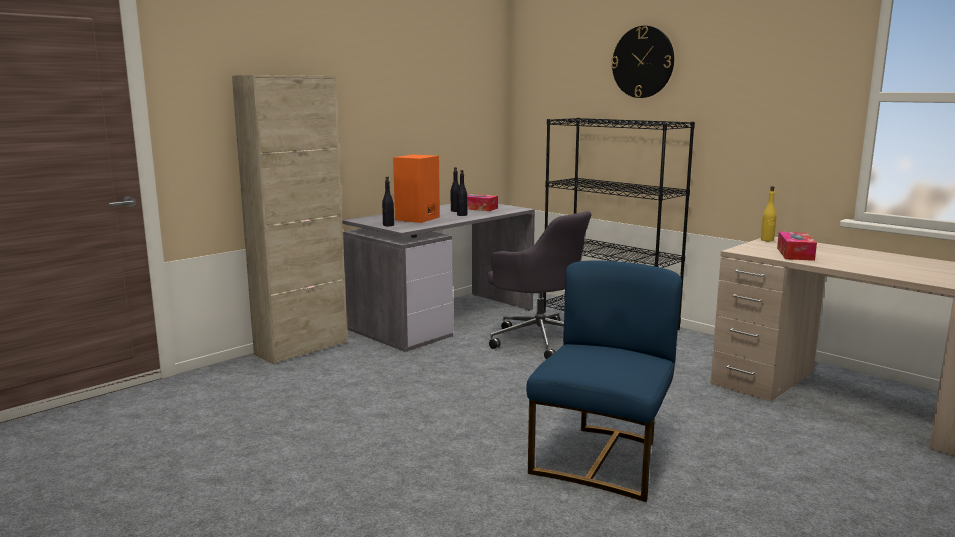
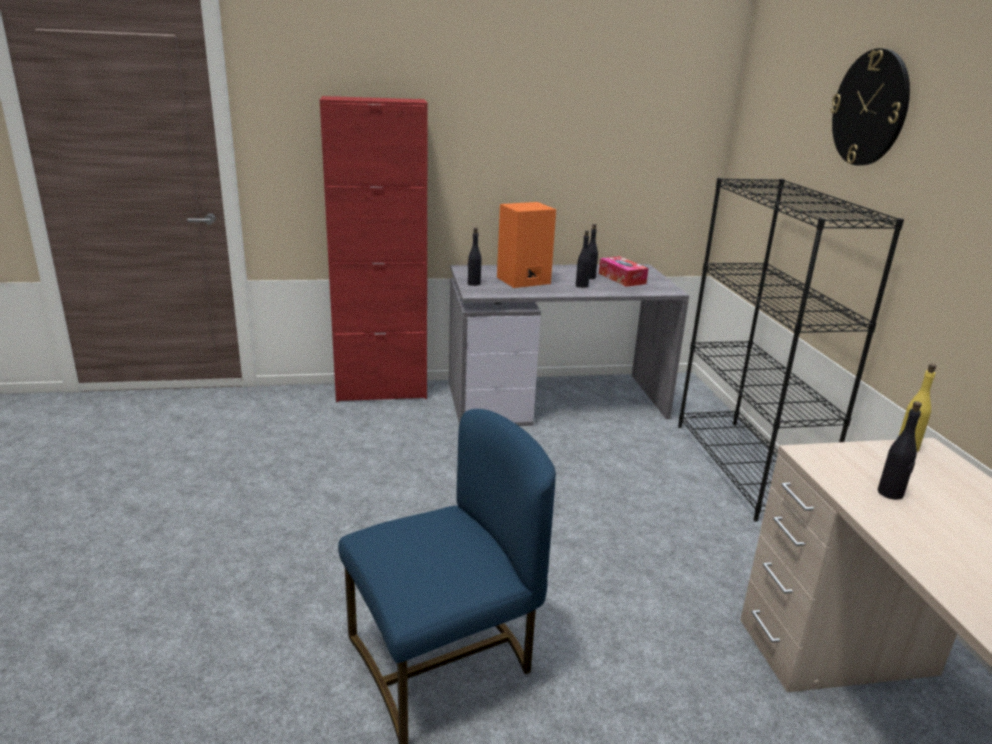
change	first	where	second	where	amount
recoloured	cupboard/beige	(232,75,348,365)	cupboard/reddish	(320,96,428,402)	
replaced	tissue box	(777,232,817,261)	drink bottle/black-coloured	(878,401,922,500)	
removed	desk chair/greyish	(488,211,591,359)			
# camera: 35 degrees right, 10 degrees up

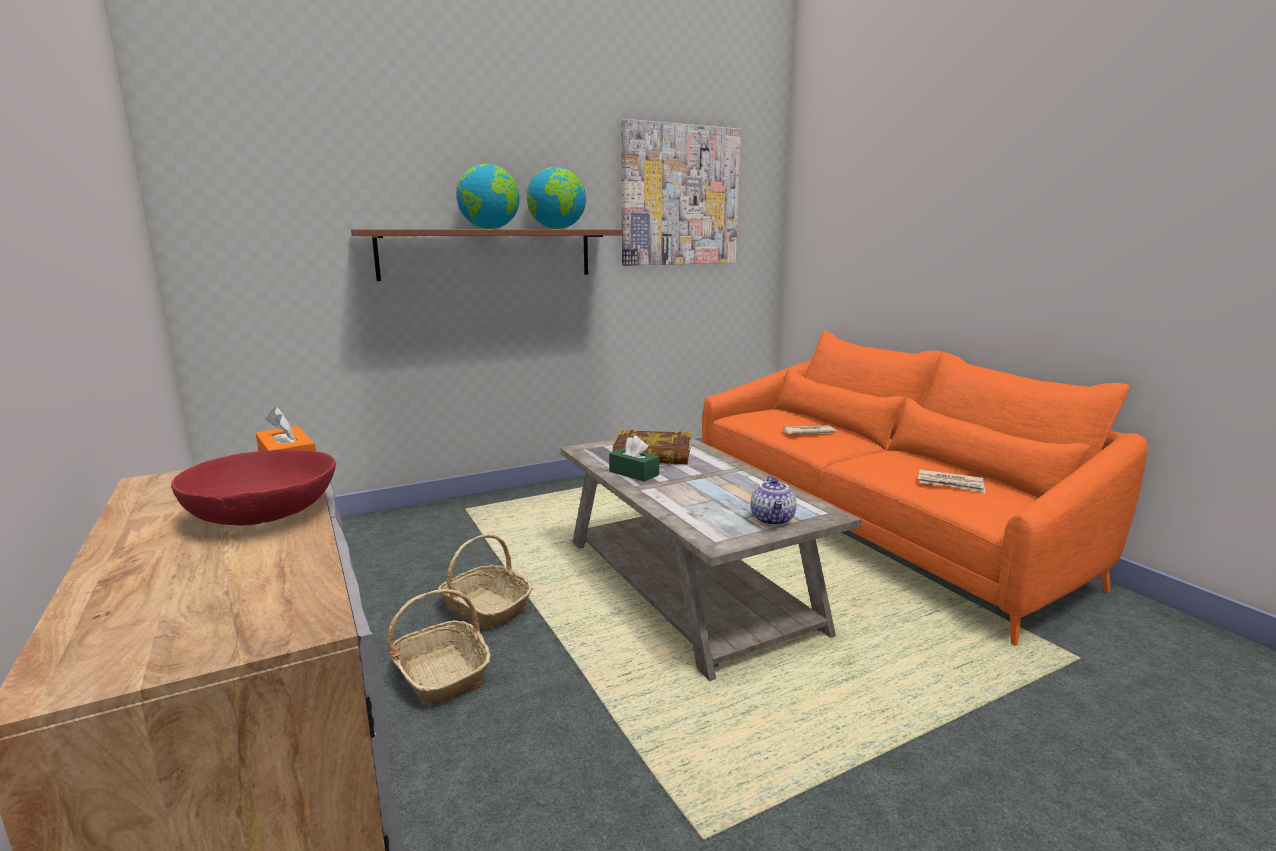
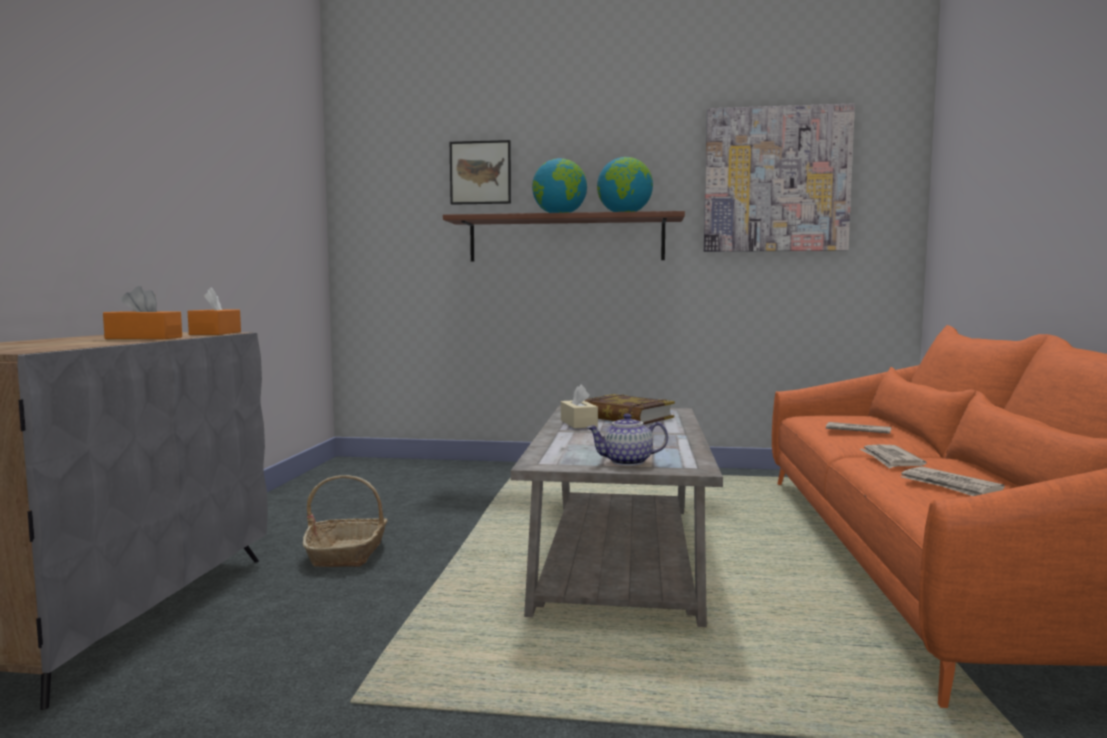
change	first	where	second	where	amount
replaced	serving bowl/reddish	(171,449,336,525)	tissue box/orange	(103,286,182,339)	
added			wall art	(450,140,511,205)	
recoloured	tissue box/greenish	(609,436,659,482)	tissue box/beige	(561,384,598,428)	
turned	teapot	(750,476,797,526)		(587,414,668,466)	45 degrees clockwise
added			daily paper	(860,444,927,469)	
removed	household basket	(438,534,533,629)			
# camera: 35 degrees right, 10 degrees down

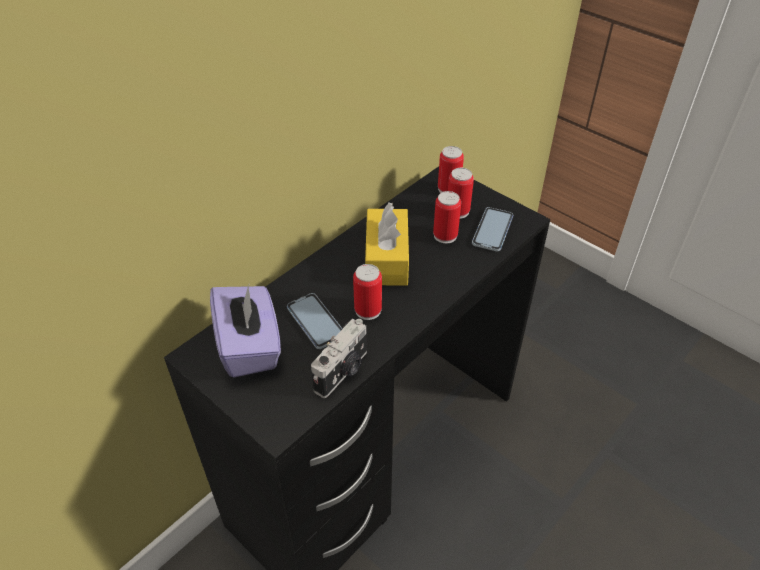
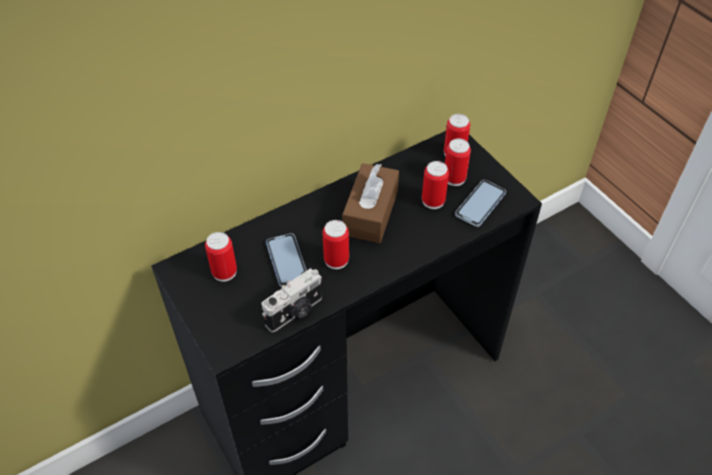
change	first	where	second	where	amount
replaced	tissue box/purple	(210,285,281,378)	sealed can	(205,232,237,282)	
recoloured	tissue box/yellowish	(365,203,409,286)	tissue box/brownish	(342,163,399,243)	
# camera: 15 degrees right, 5 degrees up

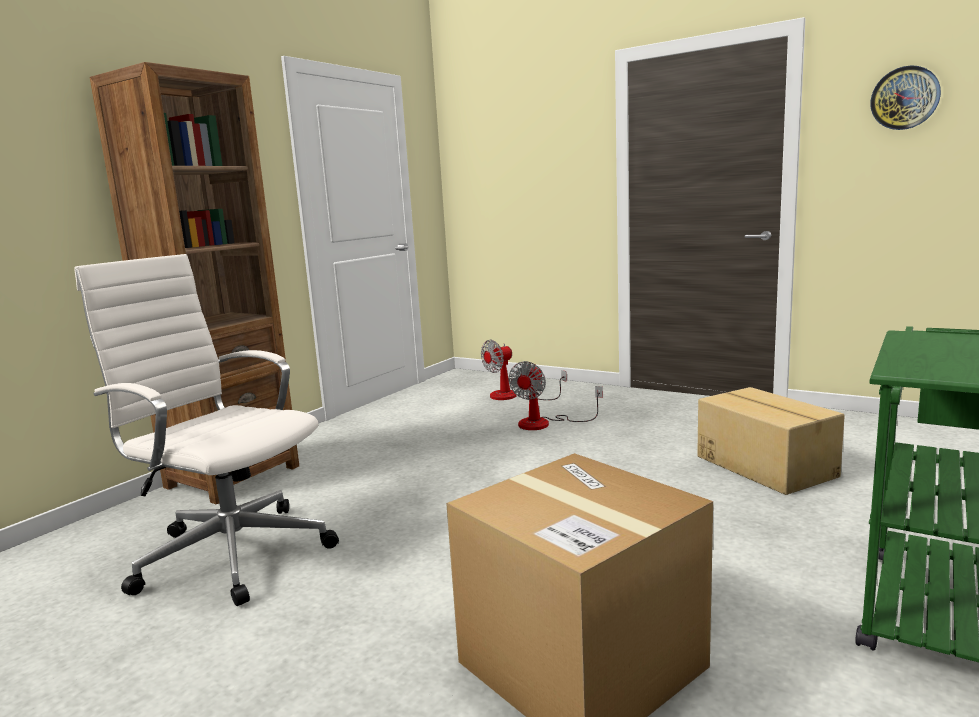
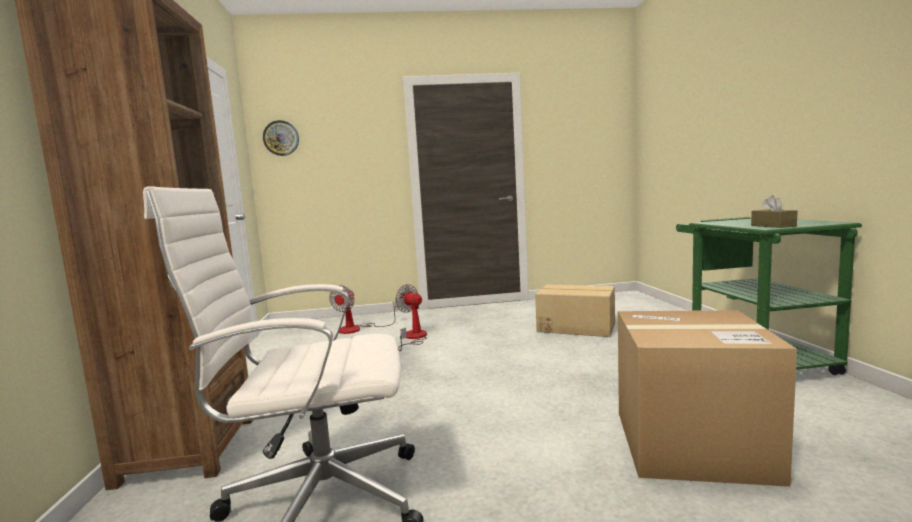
change	first	where	second	where	amount
moved	hanging clock	(870,66,941,130)		(263,120,299,156)	
turned	fan	(508,361,603,430)		(395,284,427,351)	150 degrees clockwise
added			tissue box/brownish	(751,195,798,228)	
# camera: 40 degrees left, 5 degrees down

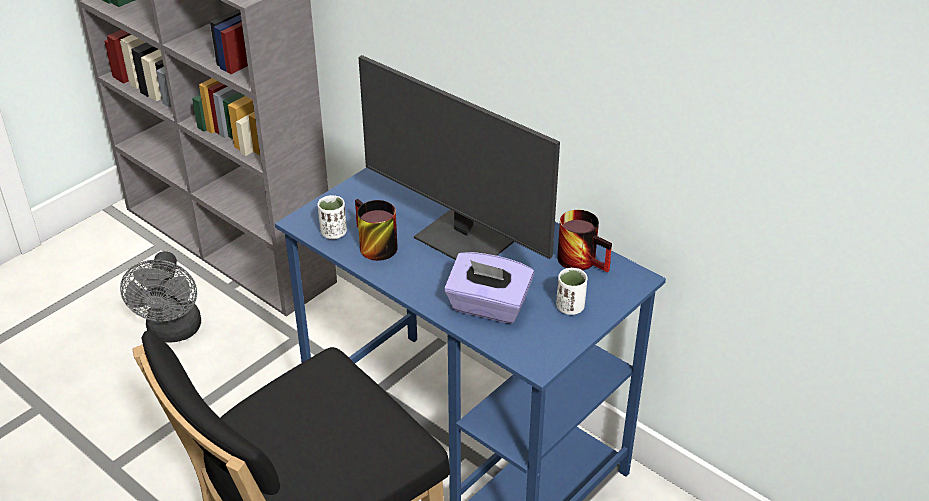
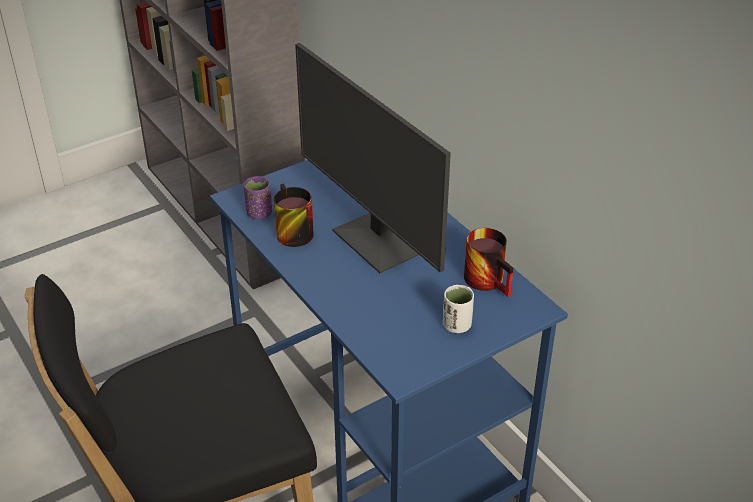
change	first	where	second	where	amount
recoloured	small cup/white	(317,195,347,239)	small cup/purple	(244,176,272,219)	
removed	fan/greyish	(120,251,201,343)			
removed	tissue box/purple	(444,252,534,324)			
# camera: 15 degrees right, 0 degrees up

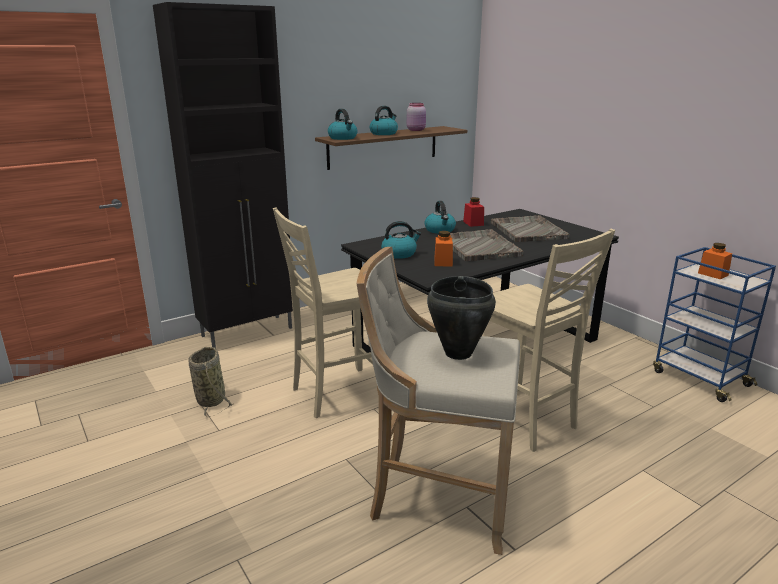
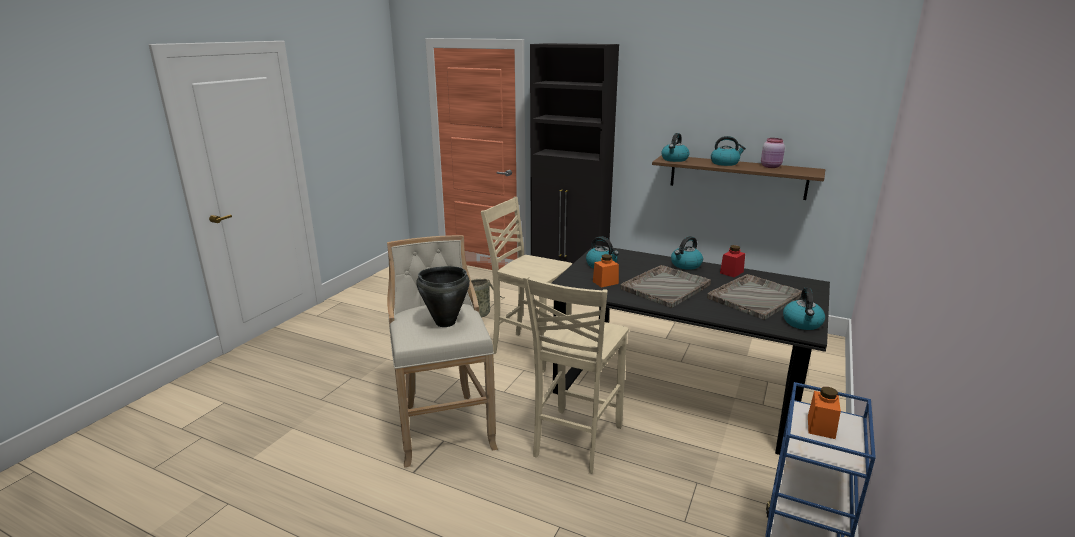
change	first	where	second	where	amount
added			tea kettle	(783,288,825,330)	
# camera: 60 degrees right, 0 degrees up

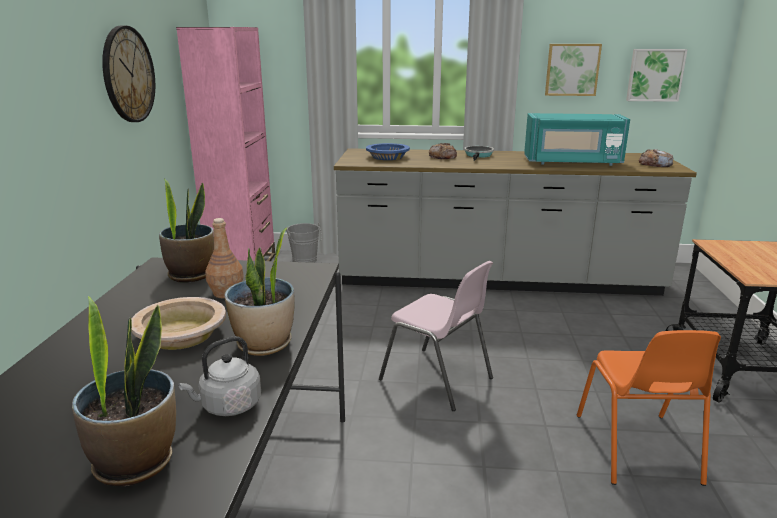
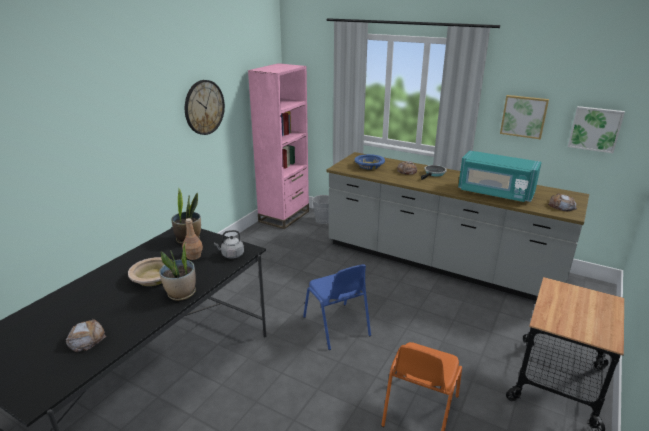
change	first	where	second	where	amount
replaced	plant in a pot	(72,296,176,487)	baked bread	(66,319,106,352)	
moved	tea kettle/greyish	(178,336,261,416)		(214,230,244,259)	
recoloured	plain chair/pink-coloured	(379,261,493,411)	plain chair/blue-coloured	(303,264,371,350)	
# camera: 25 degrees right, 5 degrees up

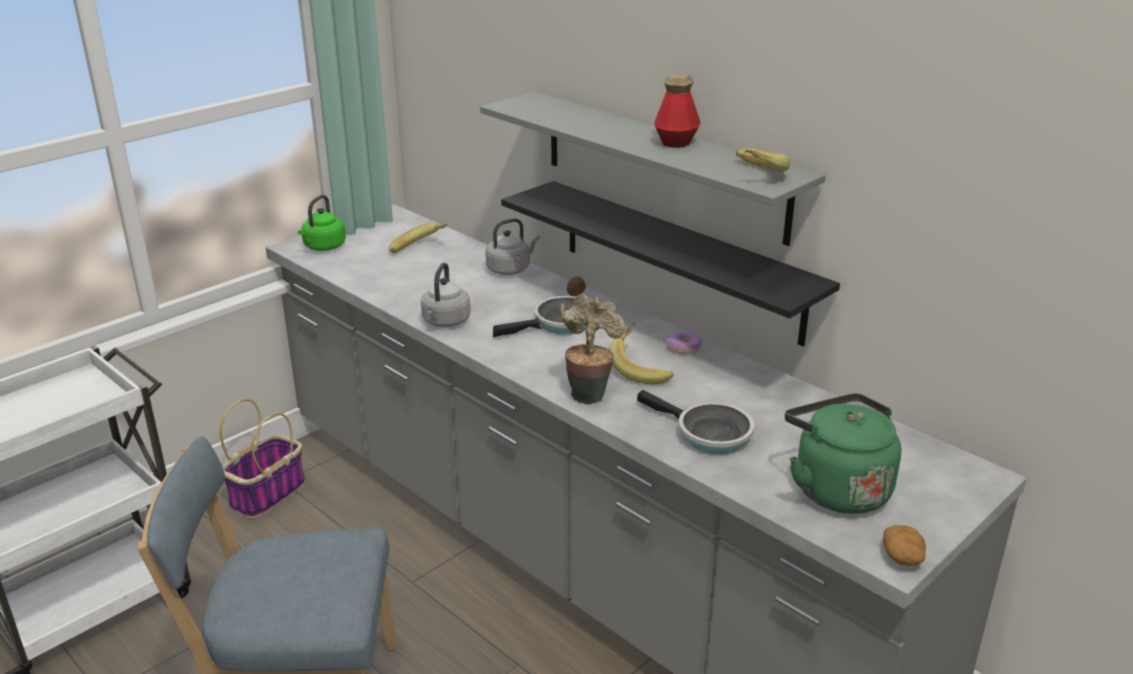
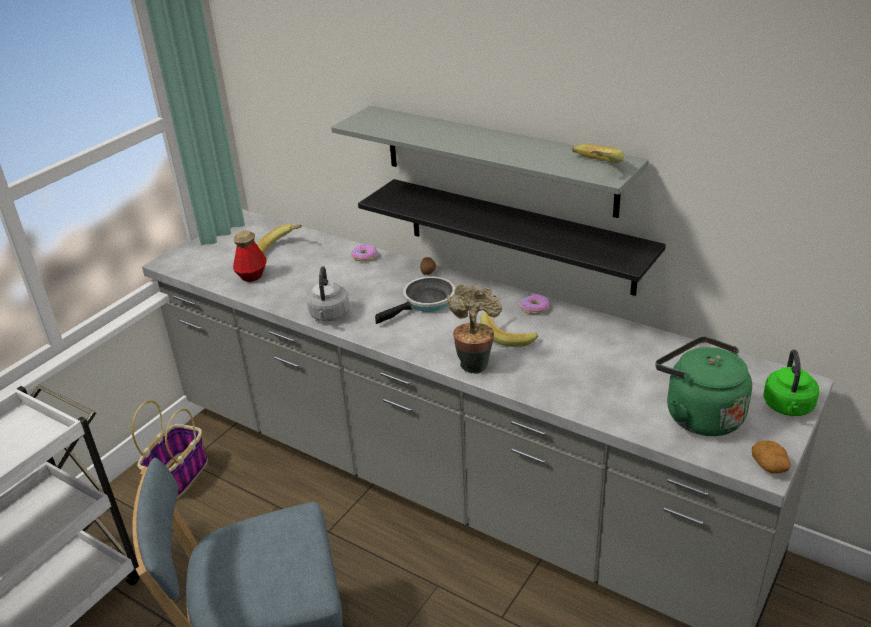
change	first	where	second	where	amount
moved	drink bottle	(654,73,701,148)		(233,230,267,282)	
replaced	tea kettle/greyish	(485,218,540,275)	donut	(351,244,377,262)	
moved	tea kettle/greenish	(298,195,346,251)		(763,349,819,416)	
removed	pan	(637,390,754,454)			
# camera: 10 degrees left, 5 degrees up

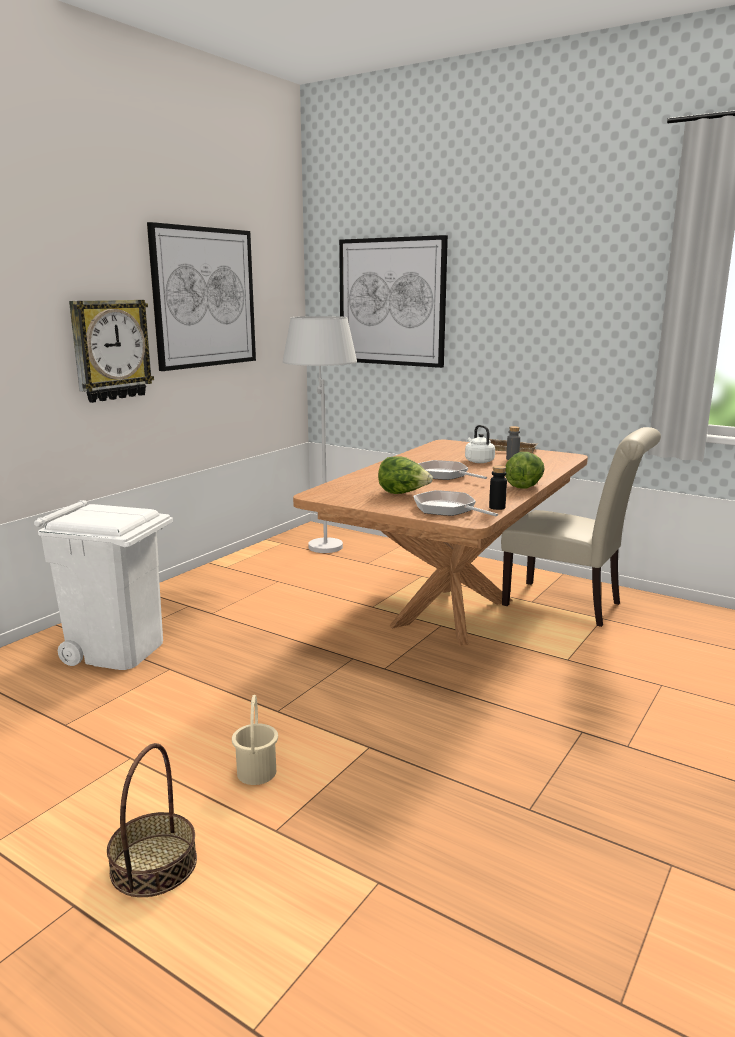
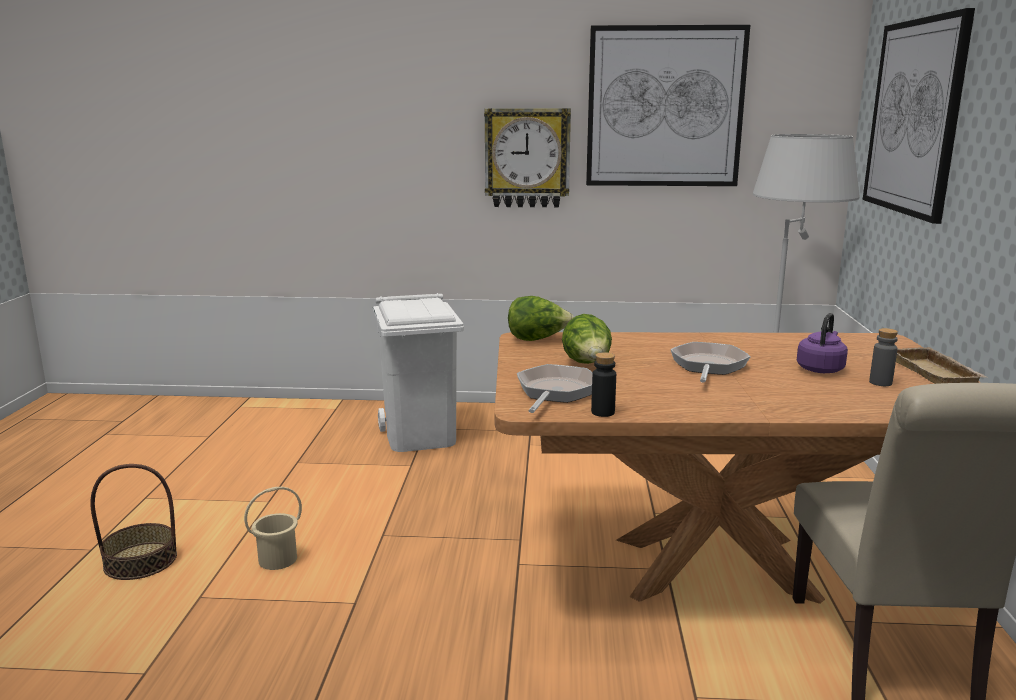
change	first	where	second	where	amount
moved	lettuce head	(505,452,545,488)		(508,296,574,341)	
recoloured	tea kettle/white	(465,425,495,463)	tea kettle/purple	(797,313,848,373)	
# camera: 60 degrees right, 0 degrees up

